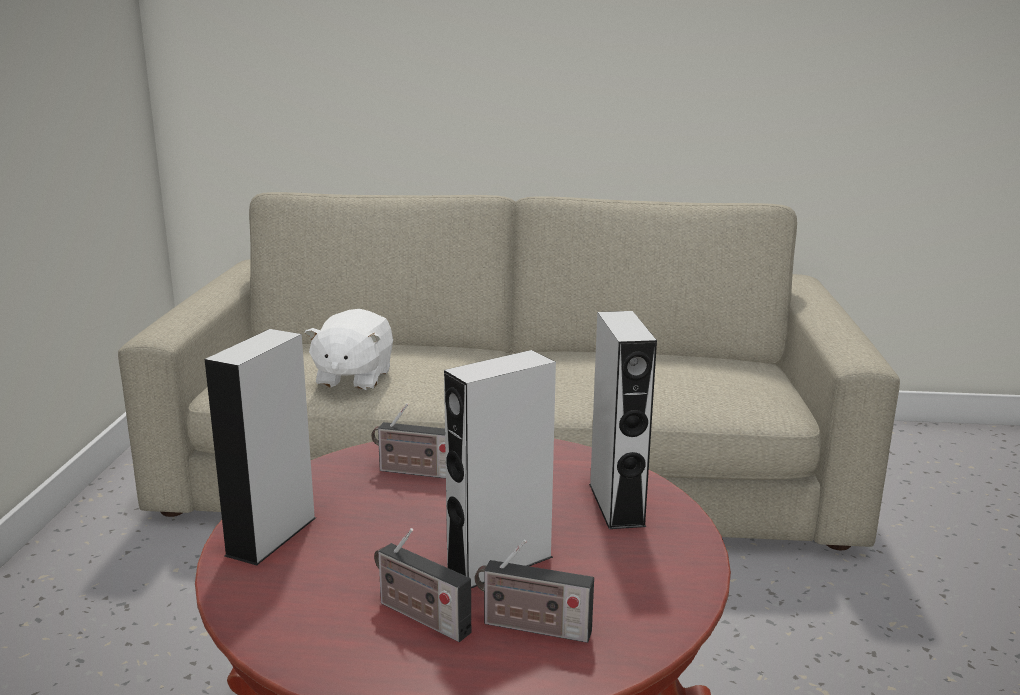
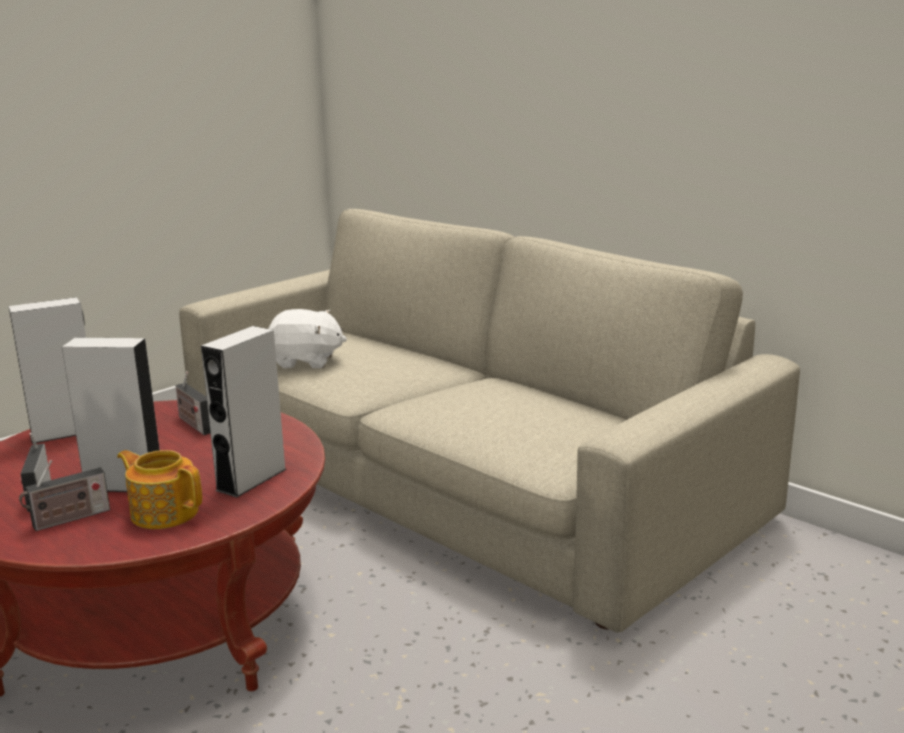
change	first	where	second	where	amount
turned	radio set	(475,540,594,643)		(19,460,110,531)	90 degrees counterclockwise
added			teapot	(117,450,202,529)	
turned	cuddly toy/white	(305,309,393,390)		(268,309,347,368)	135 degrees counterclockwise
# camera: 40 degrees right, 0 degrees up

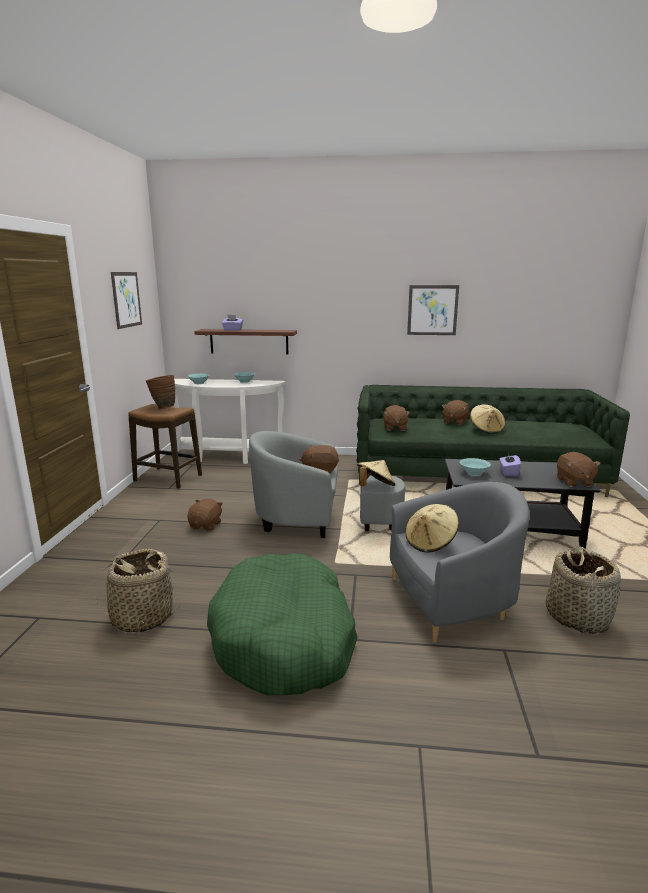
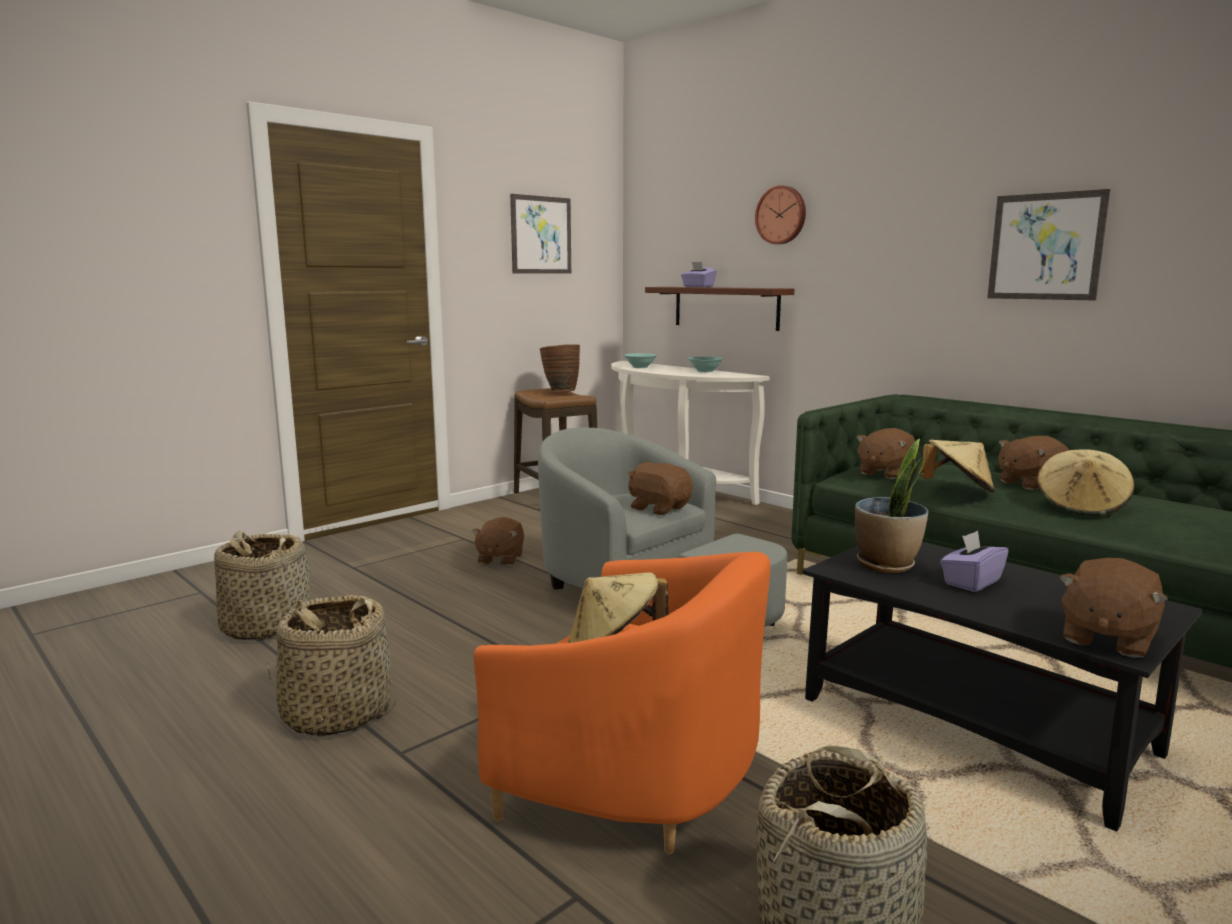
change	first	where	second	where	amount
replaced	dog bed/greenish	(207,553,358,695)	household basket	(267,595,397,737)	
turned	cuddly toy/brownish	(187,498,223,531)		(472,517,524,566)	135 degrees clockwise
recoloured	easy chair/greyish	(390,482,529,643)	easy chair/orange	(474,552,771,854)	
added			hanging clock	(755,185,806,244)	
replaced	serving bowl/turquoise	(460,458,491,476)	plant in a pot	(855,439,928,573)	
moved	clothing hat/beige	(357,460,395,486)		(920,440,995,493)	
# camera: 40 degrees right, 5 degrees down

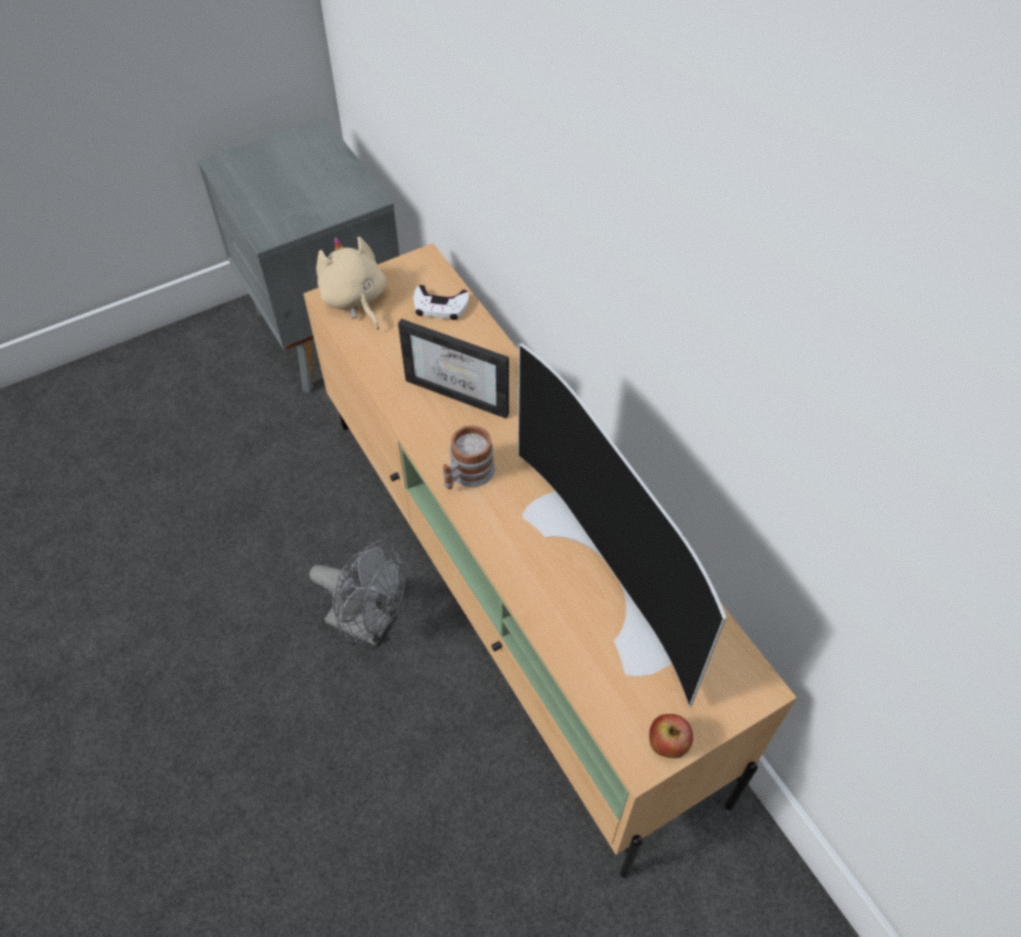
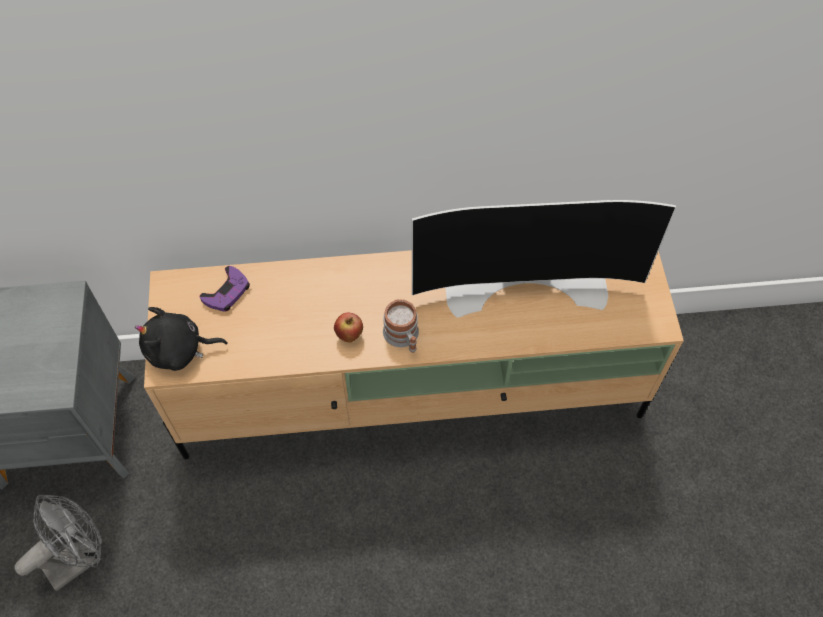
change	first	where	second	where	amount
moved	fan/greyish	(309,540,405,646)		(14,495,102,591)	
recoloured	cuddly toy/beige	(316,237,386,329)	cuddly toy/black-coloured	(135,307,228,371)	
recoloured	gamepad/white	(414,285,469,320)	gamepad/purple	(200,266,250,312)	
moved	apple fruit	(649,714,693,758)		(334,312,363,343)	
removed	standing frame	(398,319,509,419)			
# camera: 65 degrees left, 5 degrees up

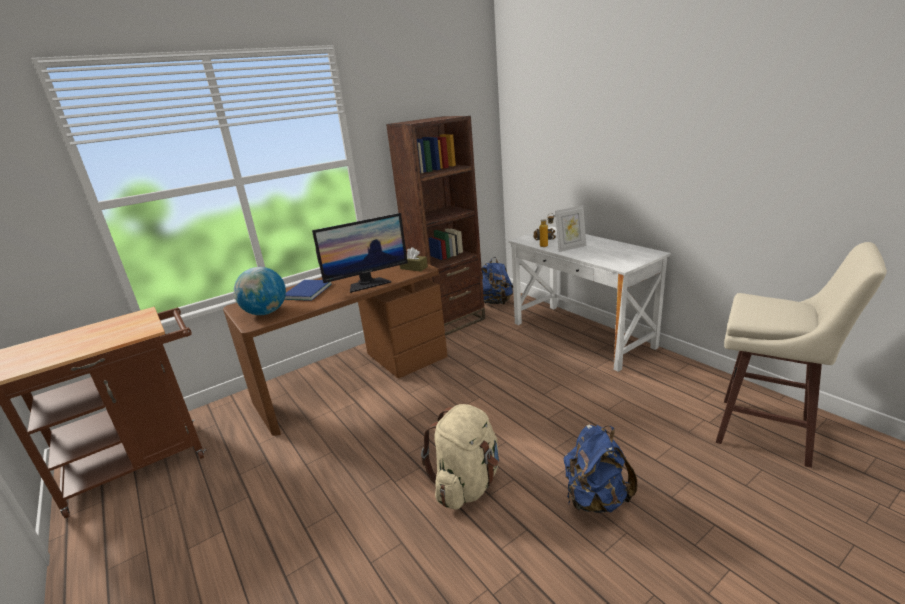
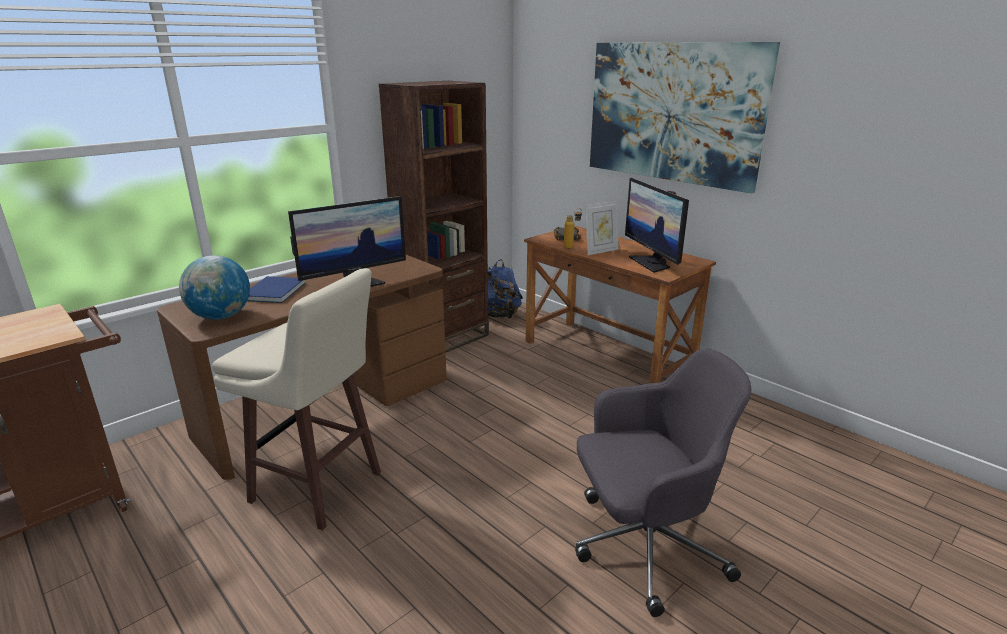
change	first	where	second	where	amount
moved	stool seat/beige	(716,242,887,468)		(212,268,381,531)	
recoloured	desk table/white	(509,227,671,372)	desk table/brownish	(524,226,716,383)	
replaced	backpack/blue-coloured	(564,425,637,513)	desk chair/greyish	(575,348,751,617)	
added			wall art	(590,42,780,194)	
added			computer screen	(625,178,689,273)	
removed	tissue box/brownish	(400,247,428,271)			
removed	backpack/beige	(421,404,499,510)			
# camera: 10 degrees left, 0 degrees up

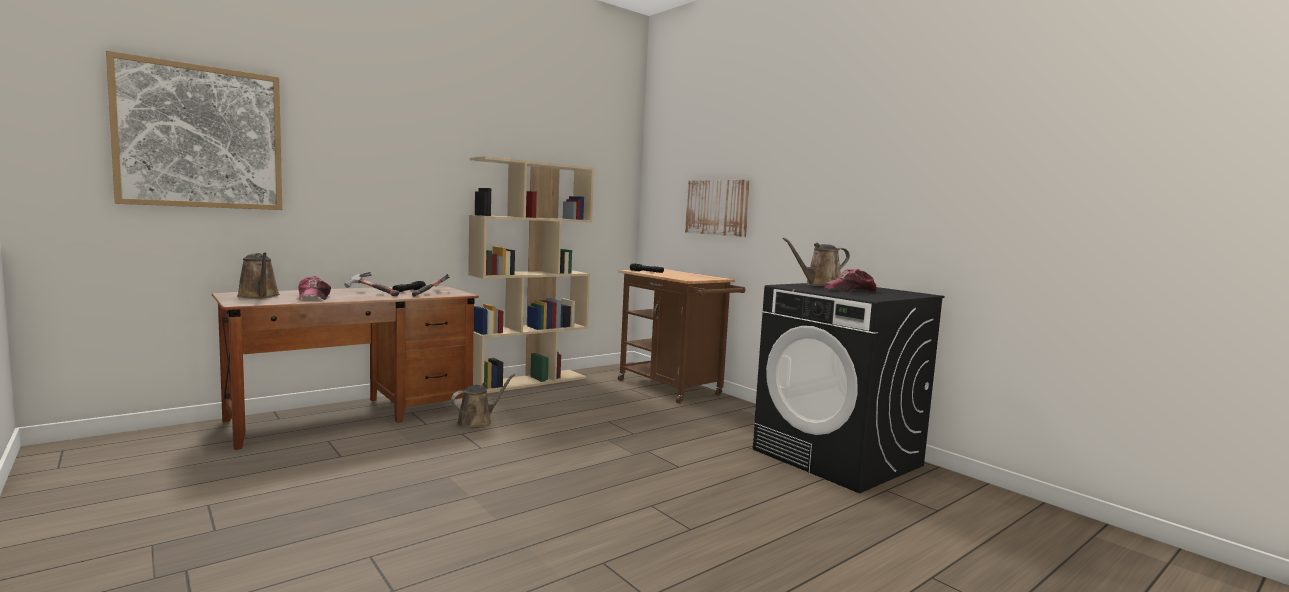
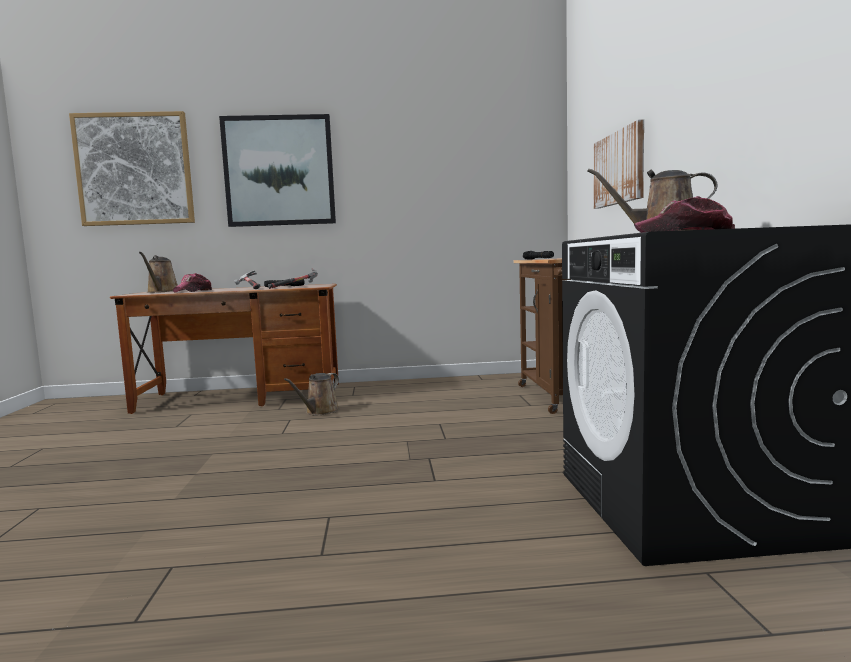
change	first	where	second	where	amount
added			wall art	(219,114,336,227)	
turned	watering pot/brownish	(451,374,515,428)		(284,373,340,415)	135 degrees clockwise
removed	shelving unit/beige	(468,156,594,393)			
# camera: 35 degrees right, 0 degrees up

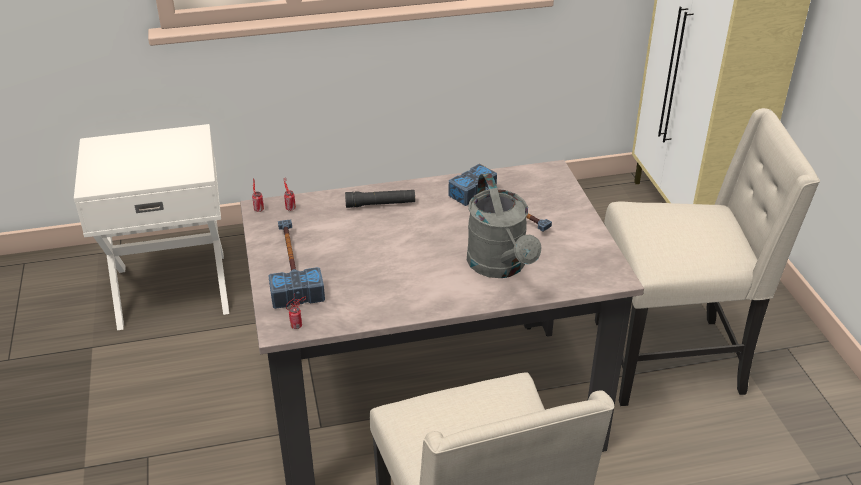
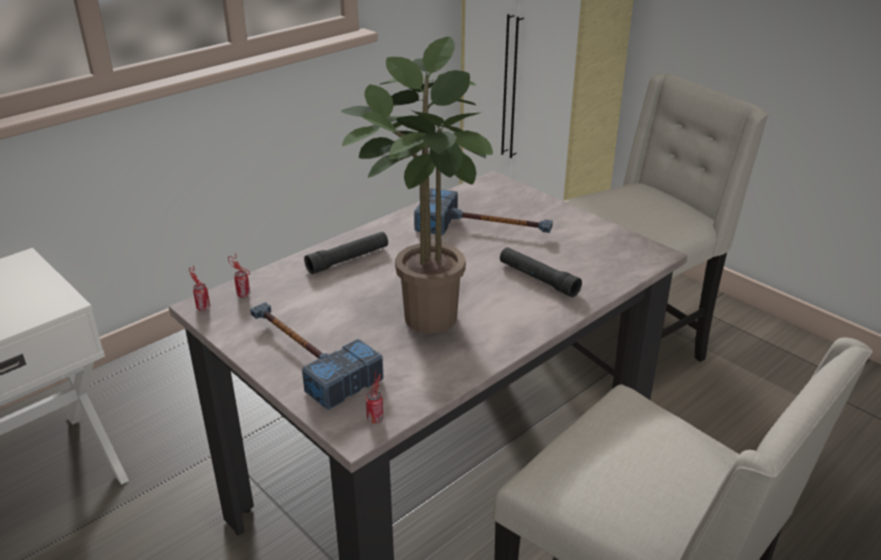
change	first	where	second	where	amount
added			plant in a pot	(341,36,493,334)	
replaced	watering pot/greyish	(467,173,542,278)	torch/black-coloured	(500,247,582,297)	
# camera: 30 degrees left, 5 degrees down

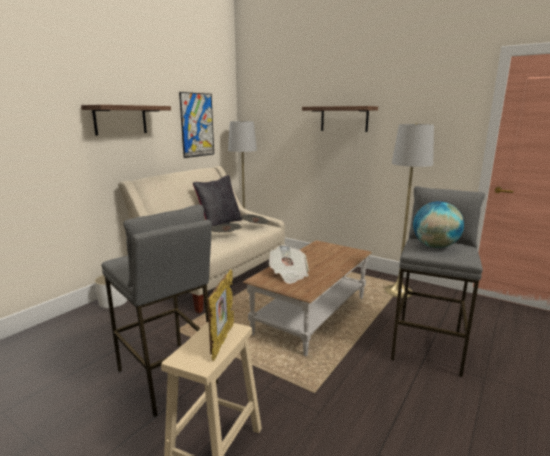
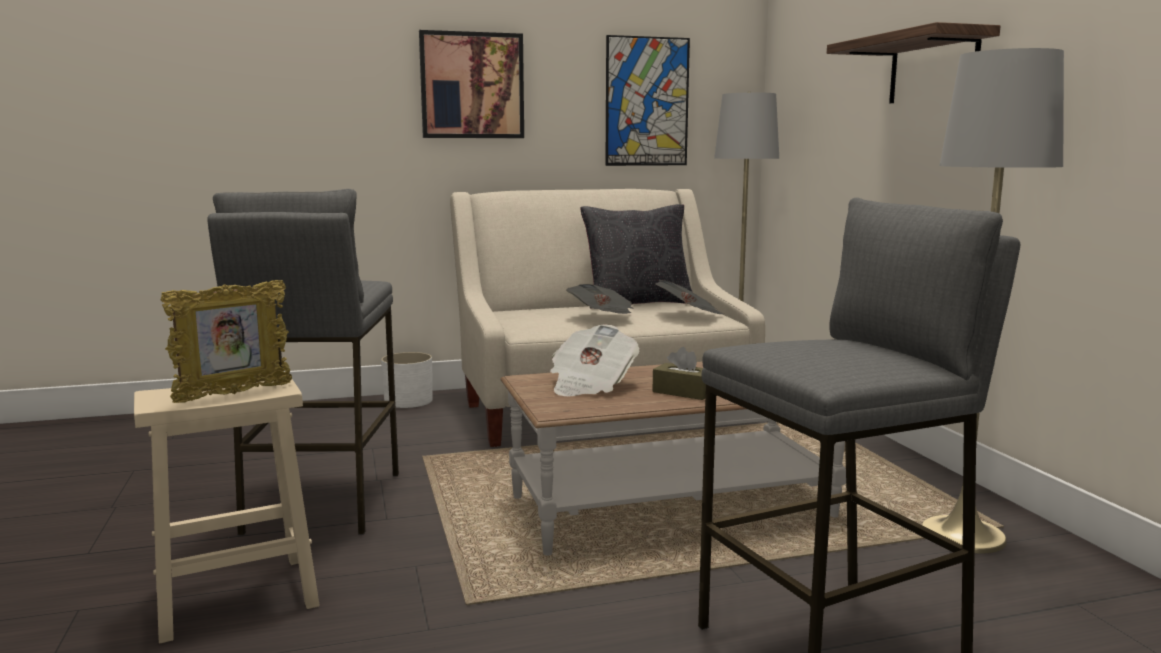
change	first	where	second	where	amount
replaced	shelf	(81,105,171,135)	wall art	(419,30,524,138)	
added			tissue box/brownish	(653,347,706,400)	
removed	desk globe	(413,201,464,248)			
# camera: 40 degrees right, 5 degrees down

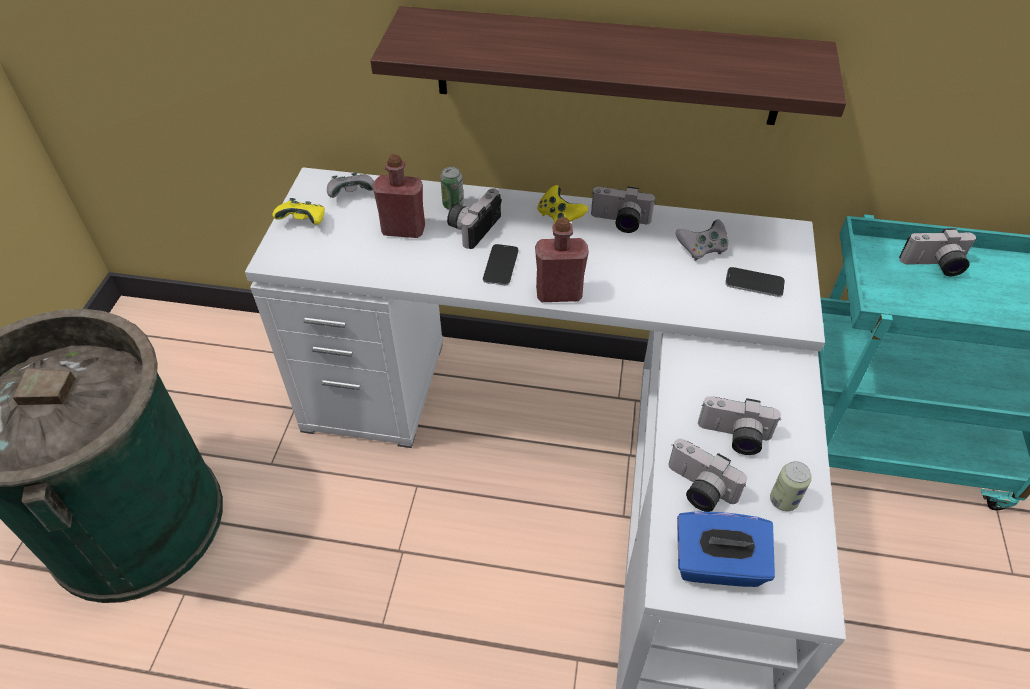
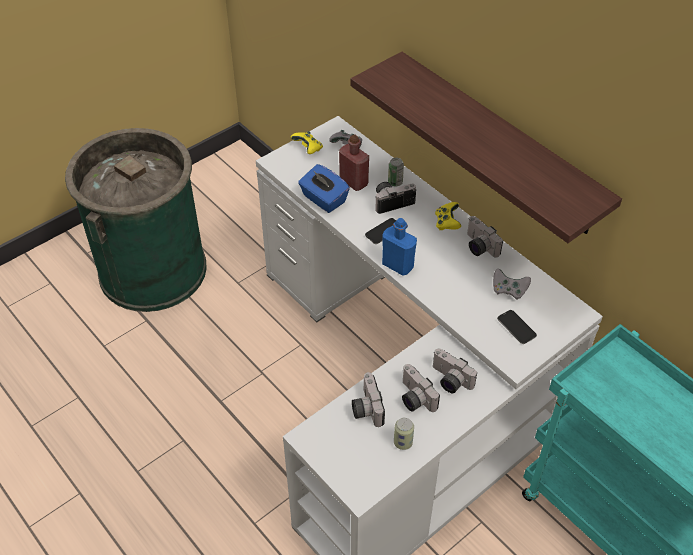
change	first	where	second	where	amount
moved	tissue box/blue-coloured	(677,511,775,587)		(298,164,350,213)	
recoloured	drink bottle/reddish	(535,217,589,302)	drink bottle/blue-coloured	(382,218,417,276)	
moved	photo camera	(899,228,977,276)		(433,348,477,393)	
# camera: 40 degrees right, 0 degrees up

